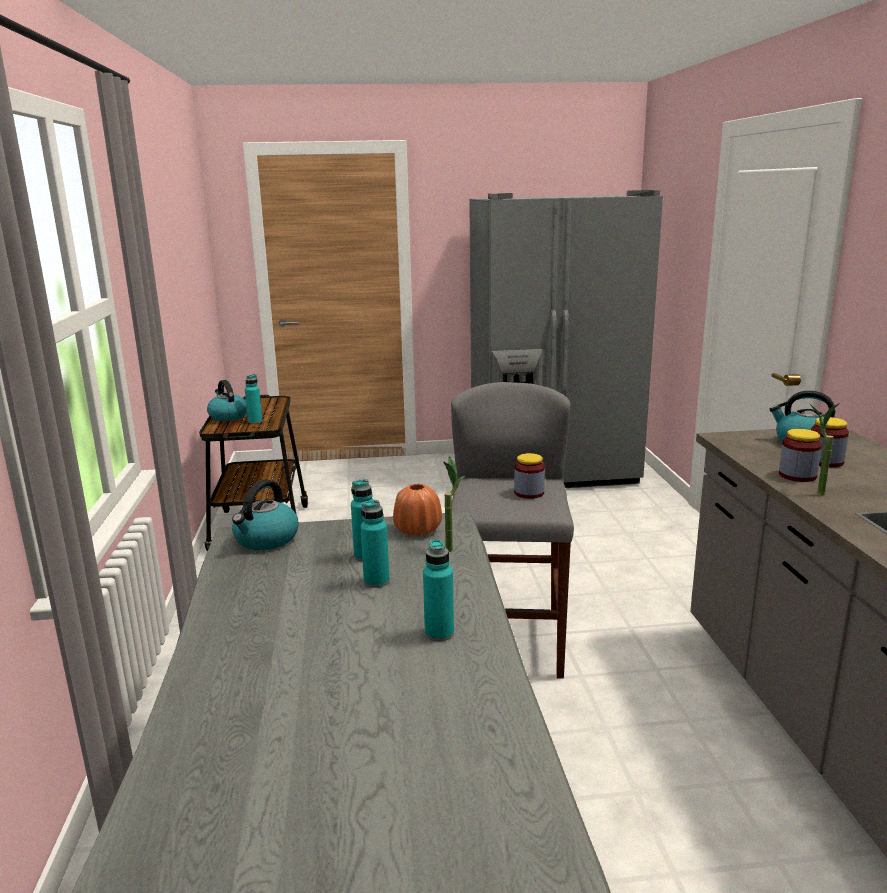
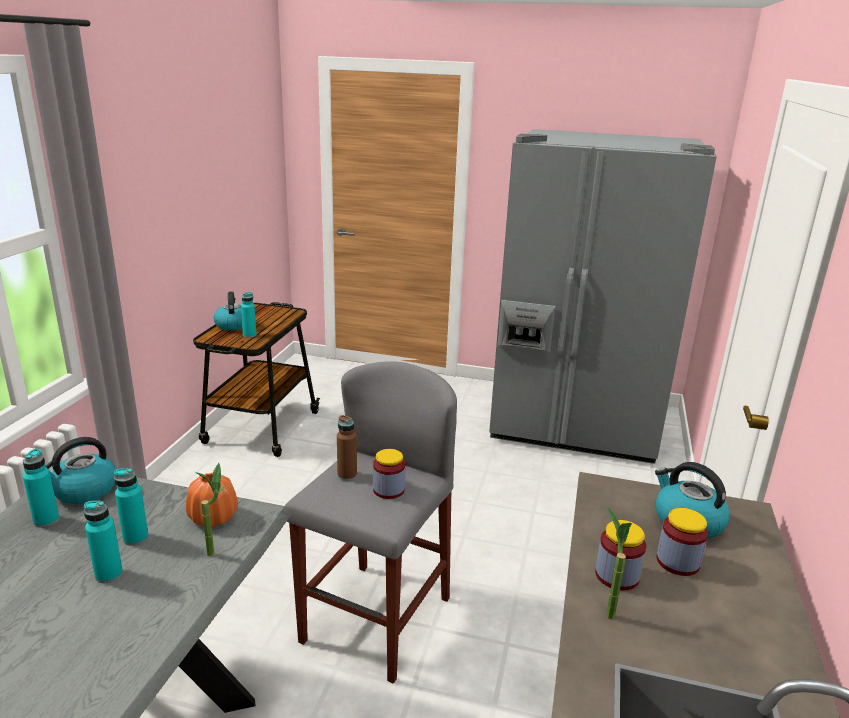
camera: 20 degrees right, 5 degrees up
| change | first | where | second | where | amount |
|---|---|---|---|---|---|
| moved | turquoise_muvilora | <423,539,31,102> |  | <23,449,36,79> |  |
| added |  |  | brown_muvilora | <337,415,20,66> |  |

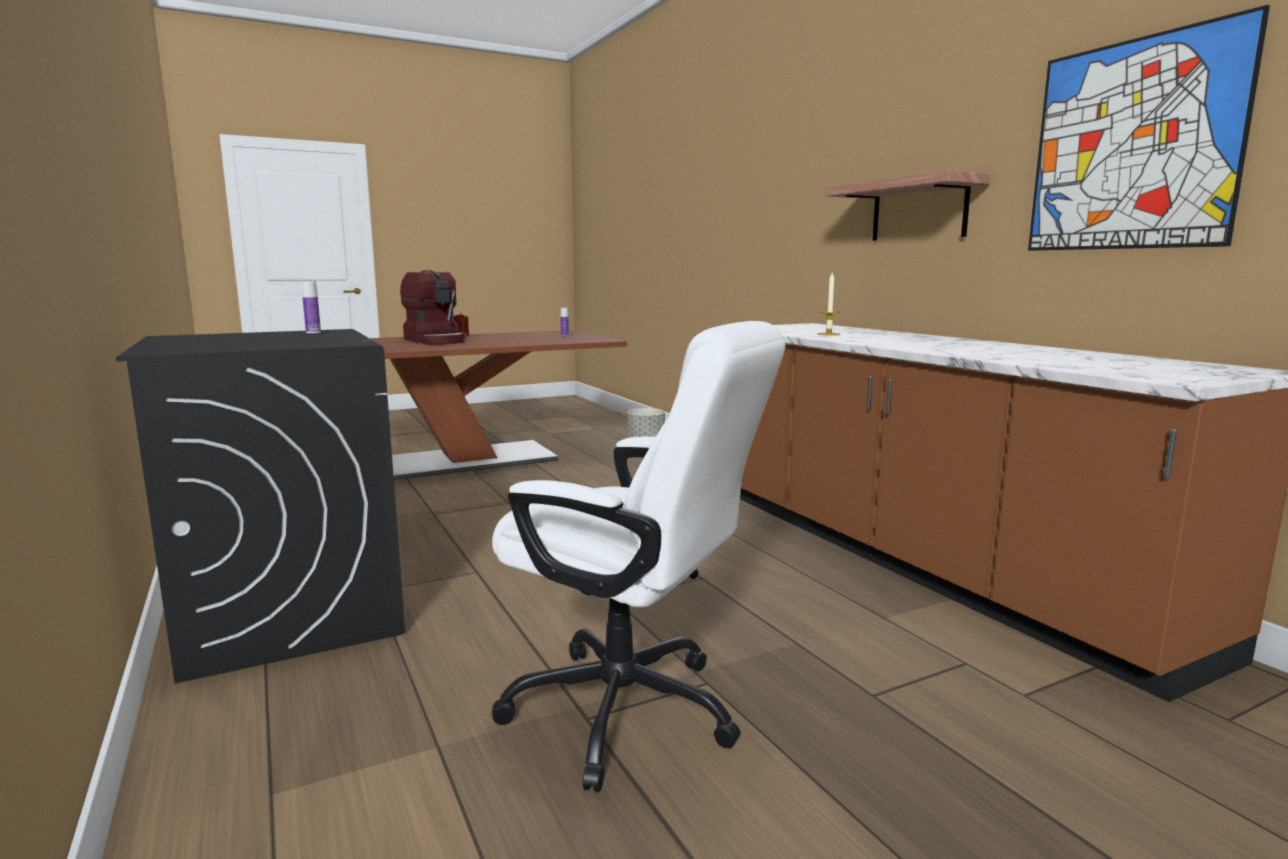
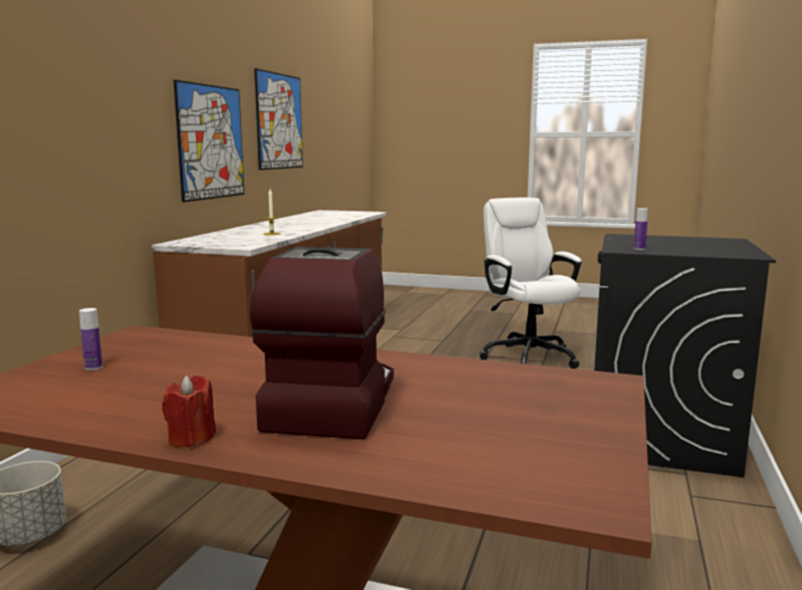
camera: 135 degrees left, 0 degrees up
| change | first | where | second | where | amount |
|---|---|---|---|---|---|
| replaced | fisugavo | <825,170,166,71> | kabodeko | <173,80,71,122> |  |

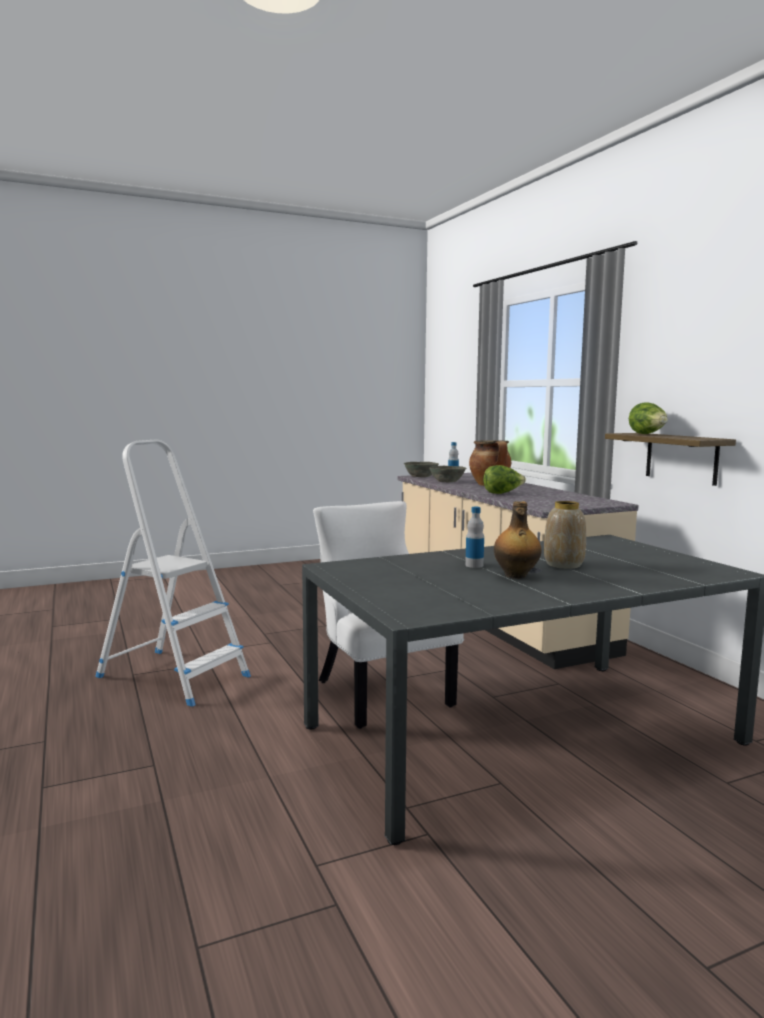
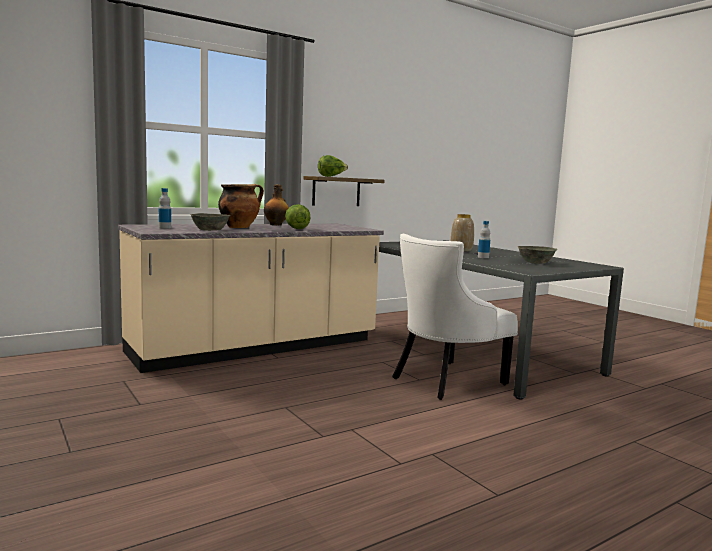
camera: 100 degrees left, 0 degrees up
| change | first | where | second | where | amount |
|---|---|---|---|---|---|
| moved | muvilora | <494,501,48,78> |  | <264,184,25,41> |  |
| moved | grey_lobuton | <404,462,35,15> |  | <518,246,39,18> |  |
| removed | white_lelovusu | <95,440,156,267> |  |  |  |

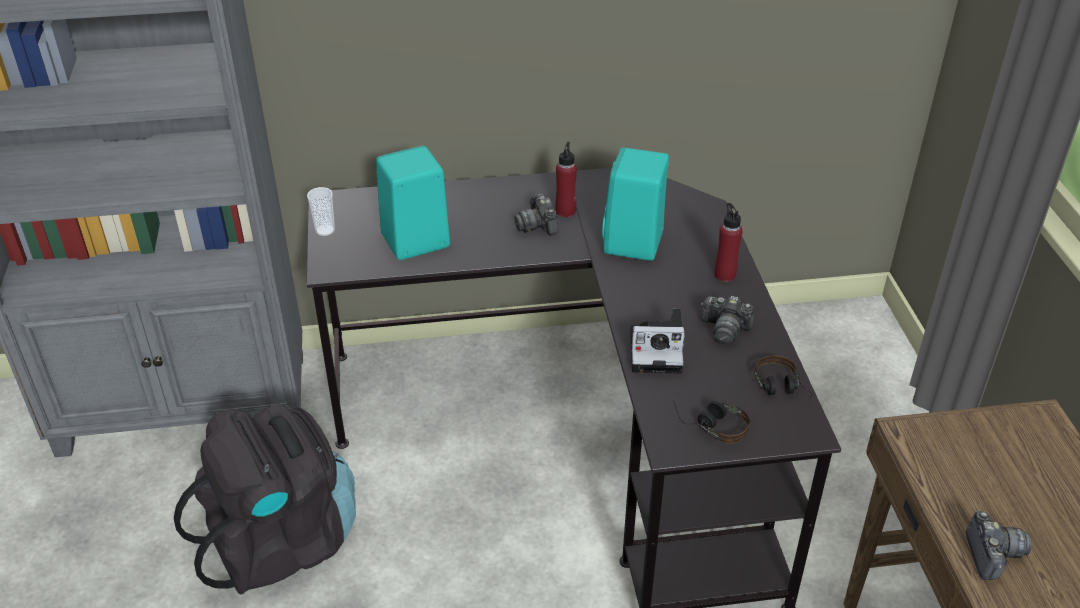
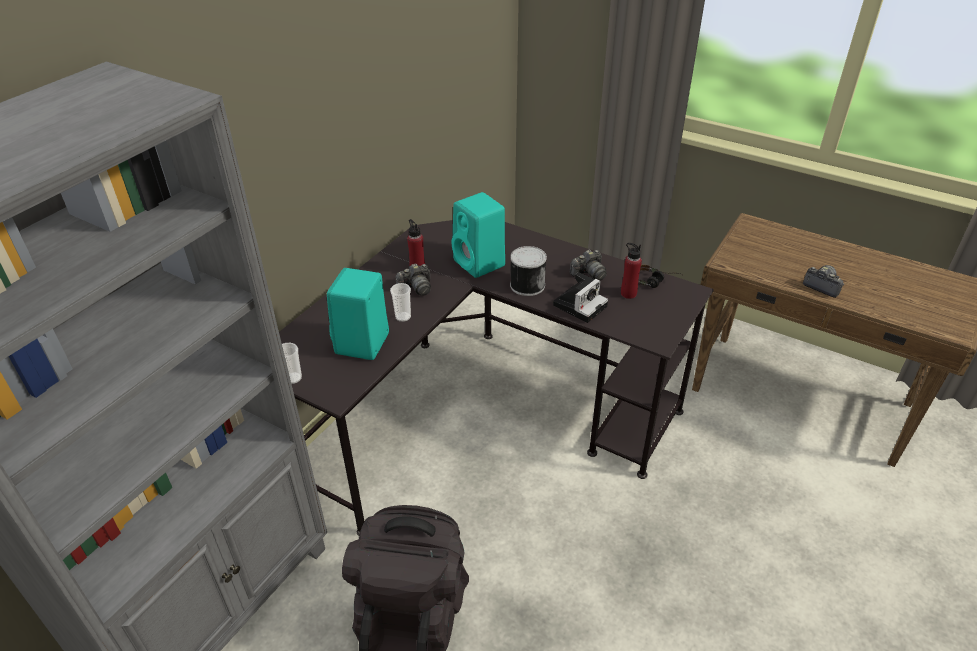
camera: 50 degrees left, 0 degrees up
| change | first | where | second | where | amount |
|---|---|---|---|---|---|
| added |  |  | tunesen | <390,283,21,39> |  |
| turned | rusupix | <514,193,44,42> |  | <395,263,36,33> | 45 degrees counterclockwise |
| added |  |  | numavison | <510,246,37,50> |  |
| moved | red_muvilora | <714,203,29,79> |  | <621,243,21,56> |  |
| removed | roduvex | <673,400,77,44> |  |  |  |

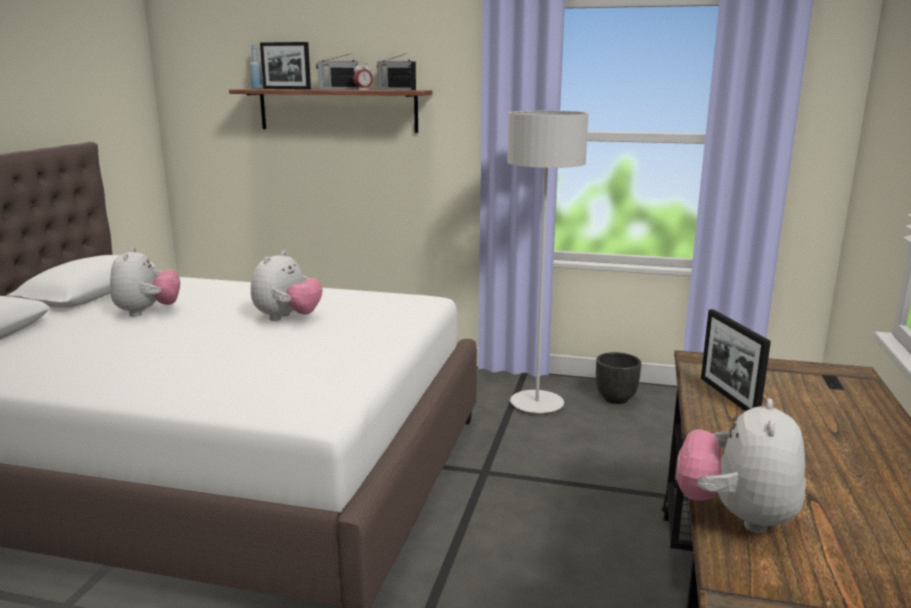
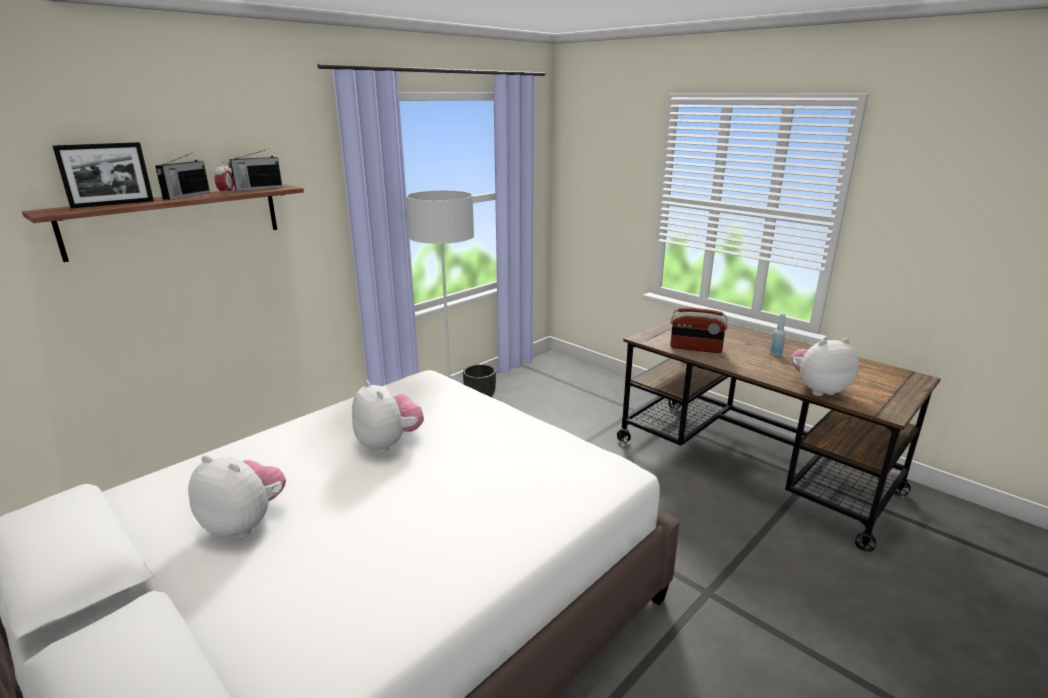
camera: 60 degrees left, 5 degrees up
| change | first | where | second | where | amount |
|---|---|---|---|---|---|
| replaced | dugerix | <701,309,70,102> | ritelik | <670,308,58,45> |  |
| moved | blue_muvilora | <250,45,13,44> |  | <770,313,16,43> |  |
| turned | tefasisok | <677,398,128,135> |  | <791,338,68,58> | 120 degrees clockwise |

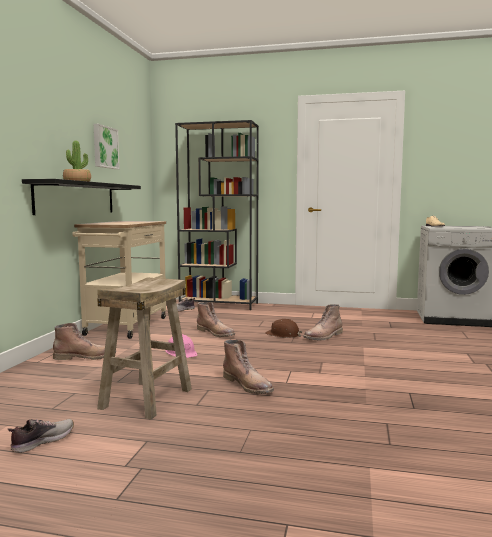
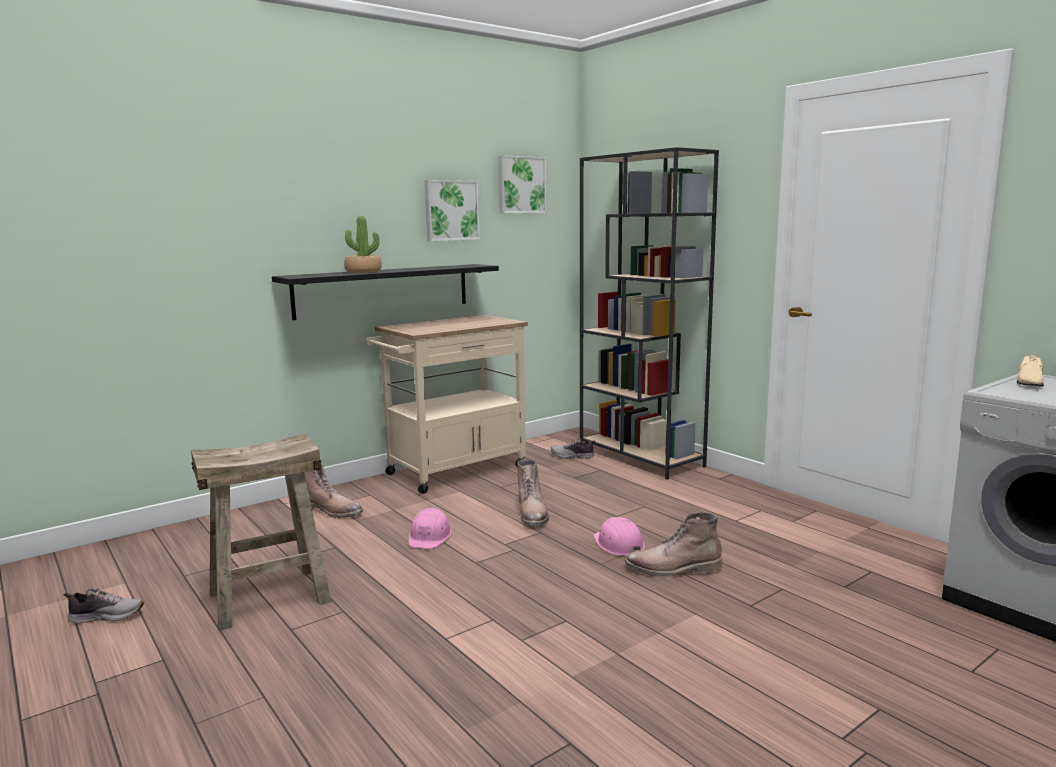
camera: 40 degrees right, 5 degrees up
| change | first | where | second | where | amount |
|---|---|---|---|---|---|
| added |  |  | kabodeko | <498,155,49,59> |  |
| recoloured | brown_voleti | <265,319,37,19> | pink_voleti | <594,517,51,39> |  |
| removed | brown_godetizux | <223,340,51,54> |  |  |  |

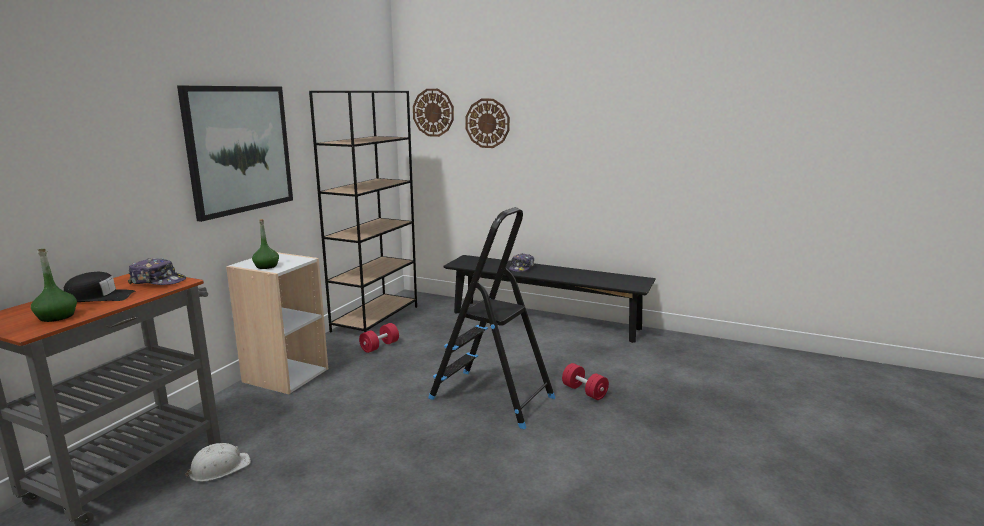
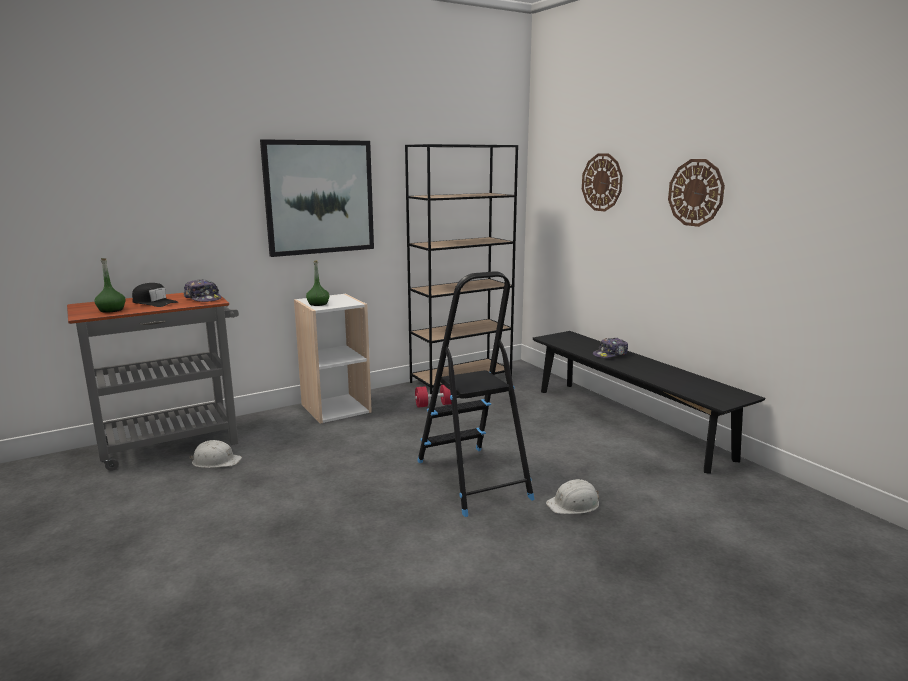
camera: 35 degrees right, 0 degrees up
| change | first | where | second | where | amount |
|---|---|---|---|---|---|
| replaced | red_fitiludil | <562,363,47,37> | white_voleti | <546,479,53,35> |  |
| moved | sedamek | <413,89,41,48> |  | <668,159,57,68> |  |

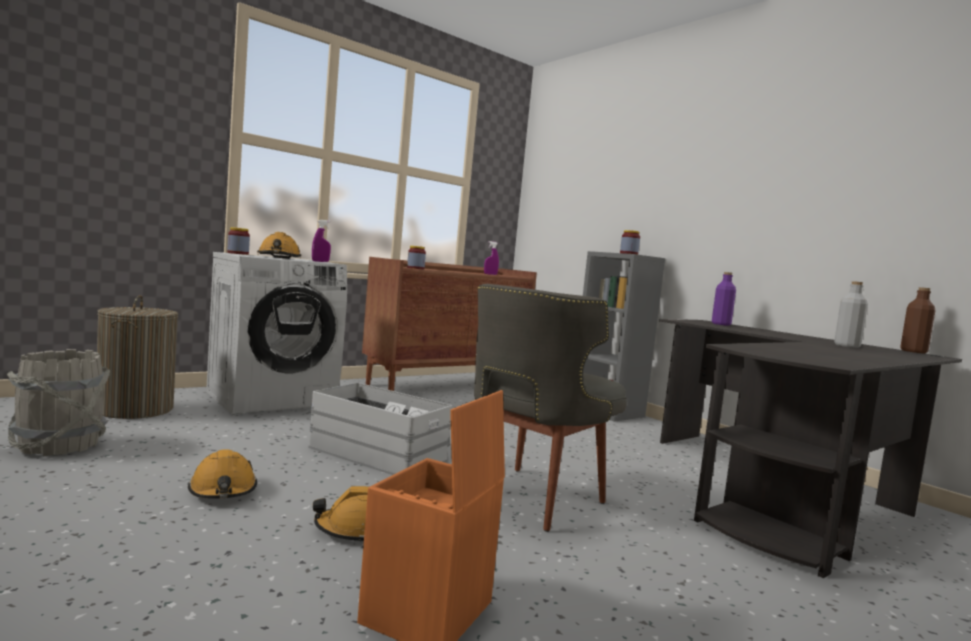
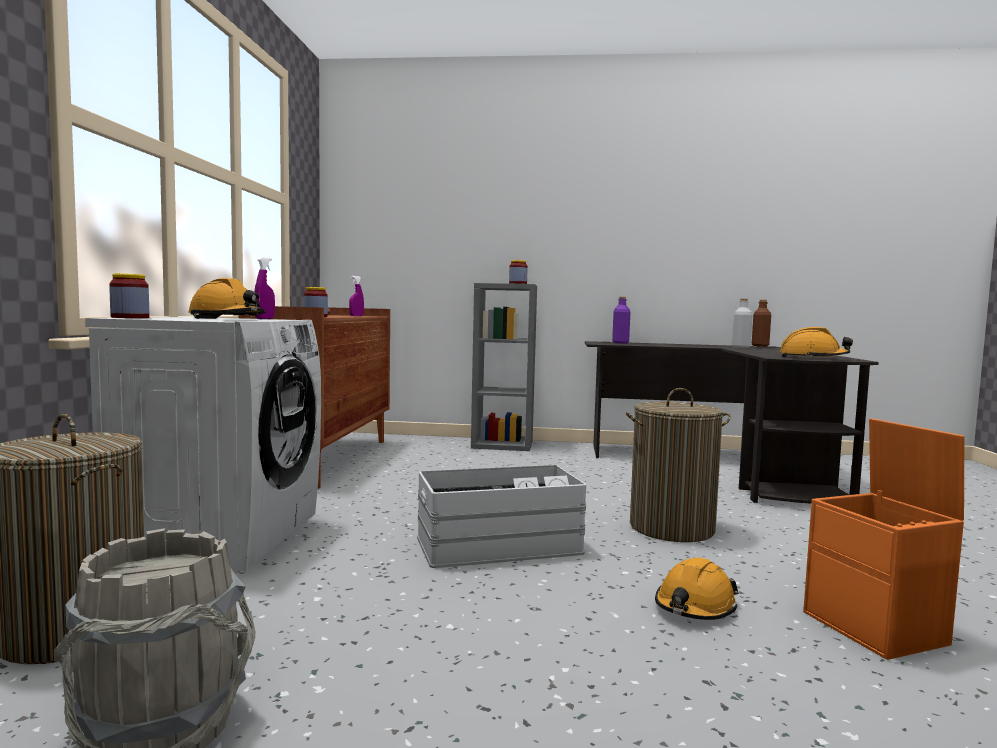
camera: 45 degrees left, 0 degrees up
| change | first | where | second | where | amount |
|---|---|---|---|---|---|
| replaced | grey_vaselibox | <474,284,153,248> | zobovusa | <626,388,105,154> |  |
| moved | orange_voleti | <188,449,69,50> |  | <780,327,73,31> |  |

